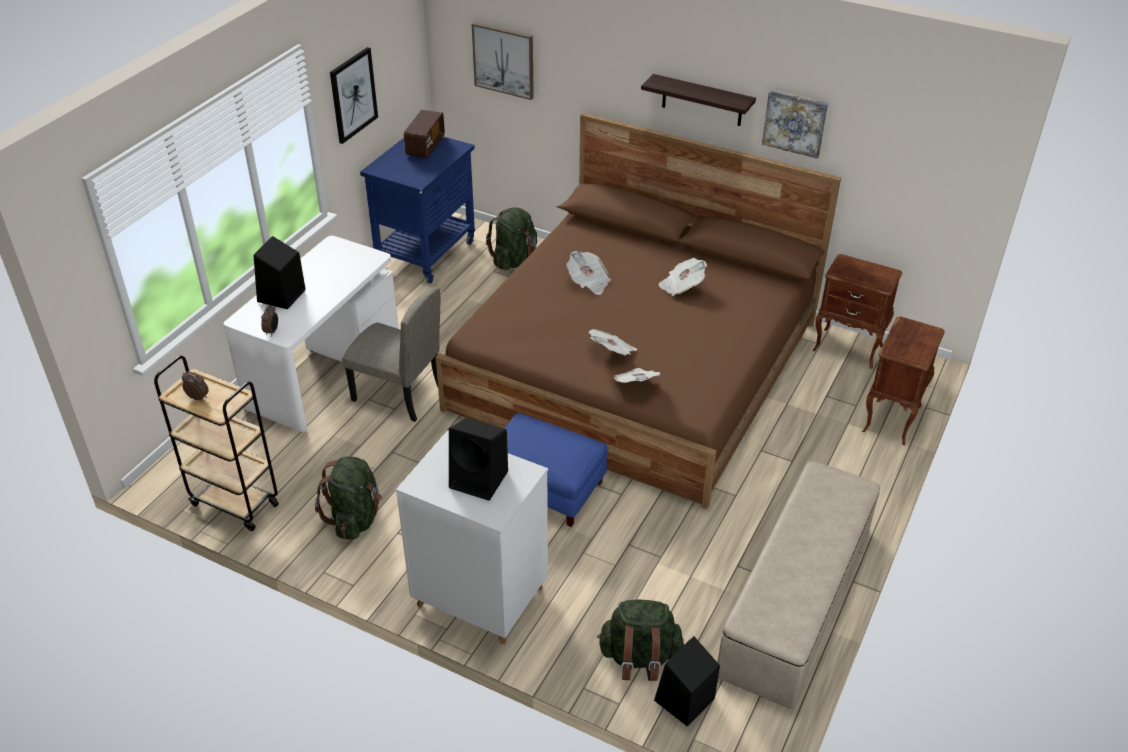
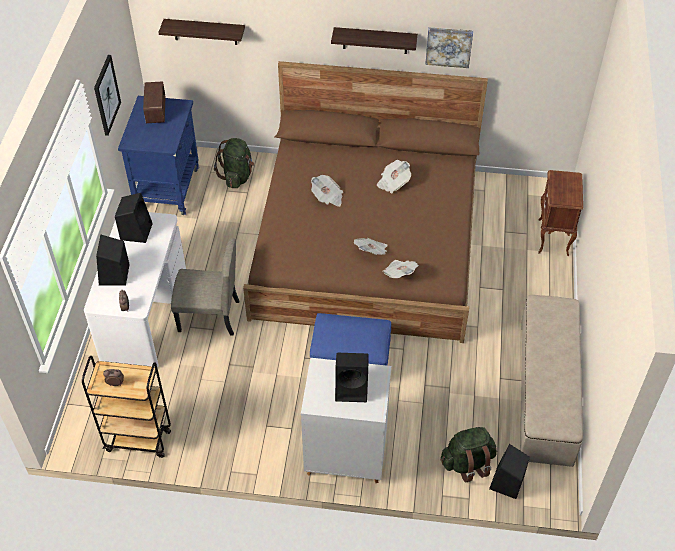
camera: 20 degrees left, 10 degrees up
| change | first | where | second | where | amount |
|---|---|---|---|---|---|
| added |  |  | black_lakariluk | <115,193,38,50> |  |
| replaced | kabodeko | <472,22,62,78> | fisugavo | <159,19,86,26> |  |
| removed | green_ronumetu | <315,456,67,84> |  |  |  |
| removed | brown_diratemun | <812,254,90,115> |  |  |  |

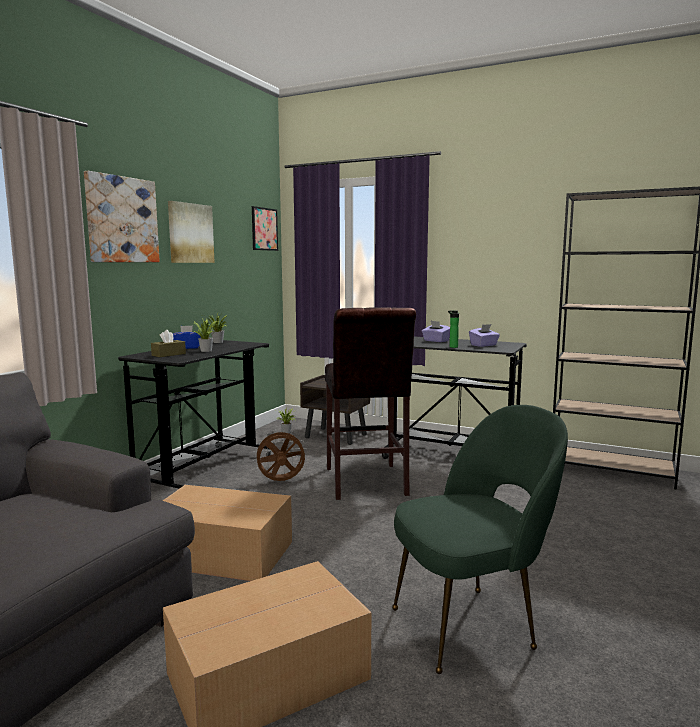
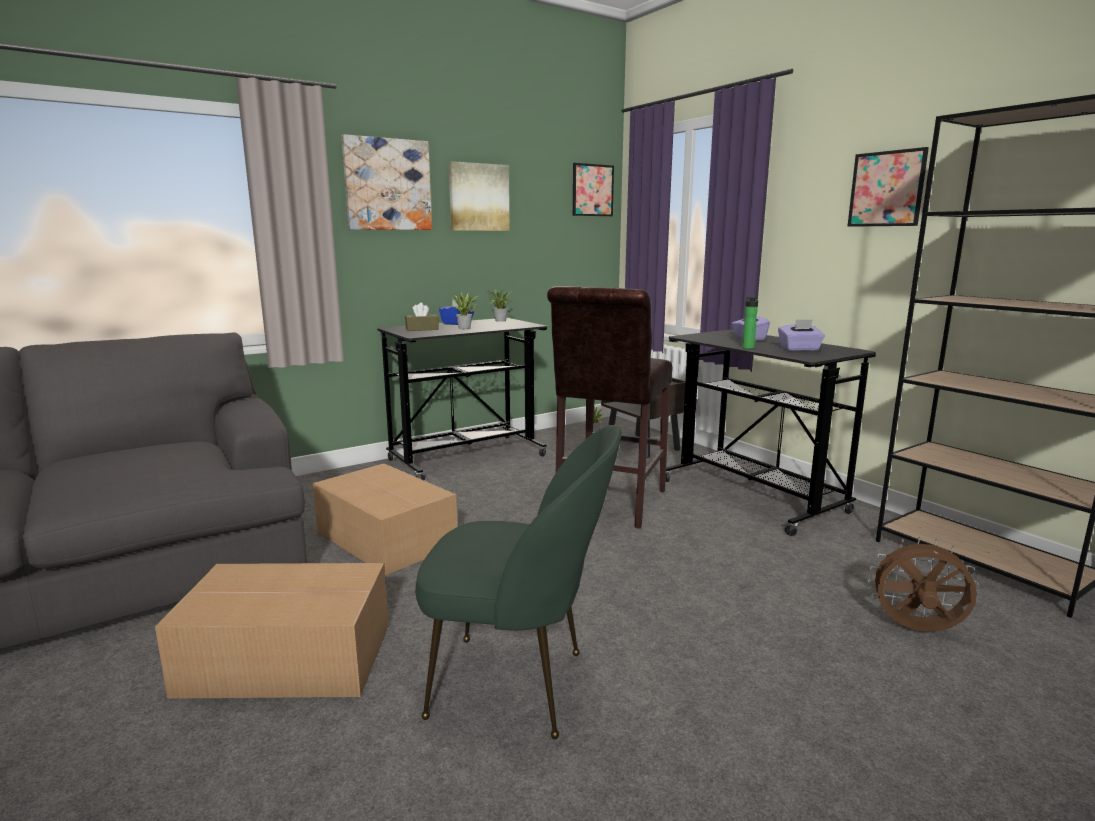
camera: 30 degrees right, 5 degrees up
| change | first | where | second | where | amount |
|---|---|---|---|---|---|
| added |  |  | kabodeko | <847,147,82,80> |  |
| moved | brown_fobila | <253,429,54,52> |  | <868,537,111,95> |  |

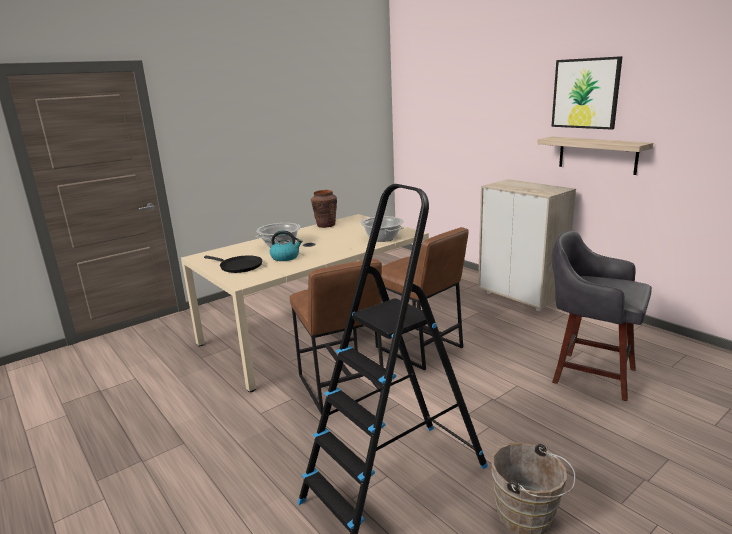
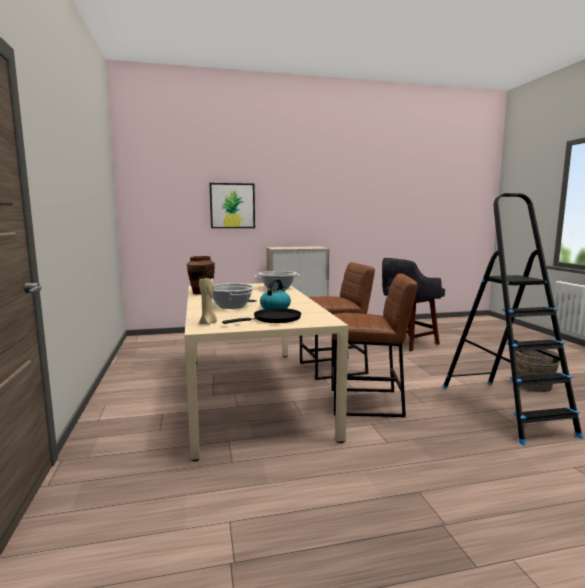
camera: 65 degrees left, 10 degrees down
| change | first | where | second | where | amount |
|---|---|---|---|---|---|
| added |  |  | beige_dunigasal | <199,278,18,47> |  |
| moved | kabodeko | <551,56,72,74> |  | <209,183,46,45> |  |
| removed | fisugavo | <537,136,116,39> |  |  |  |

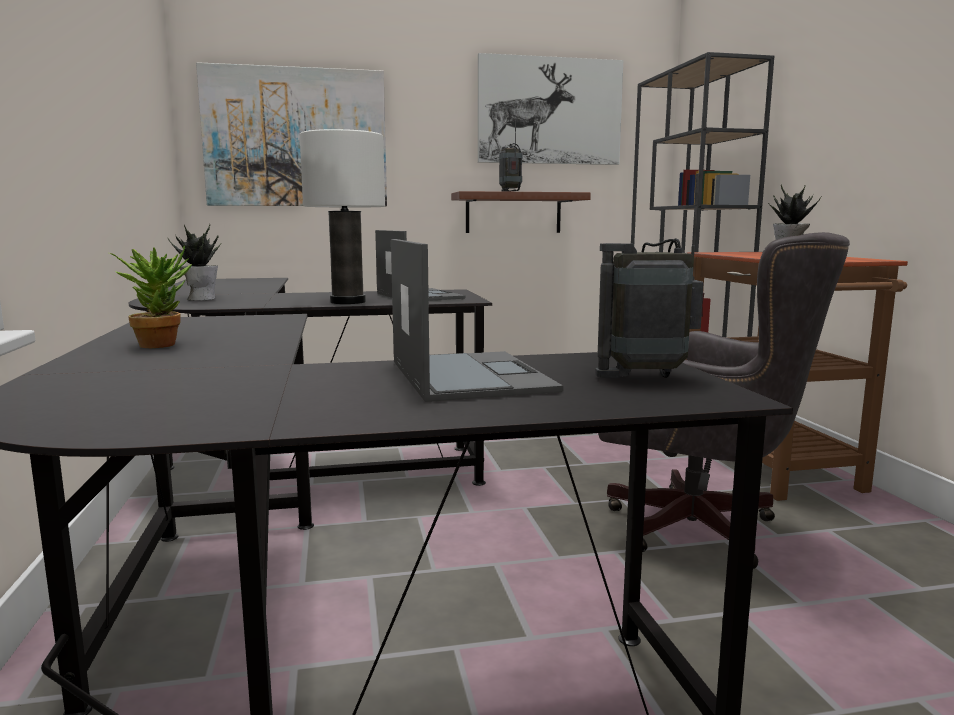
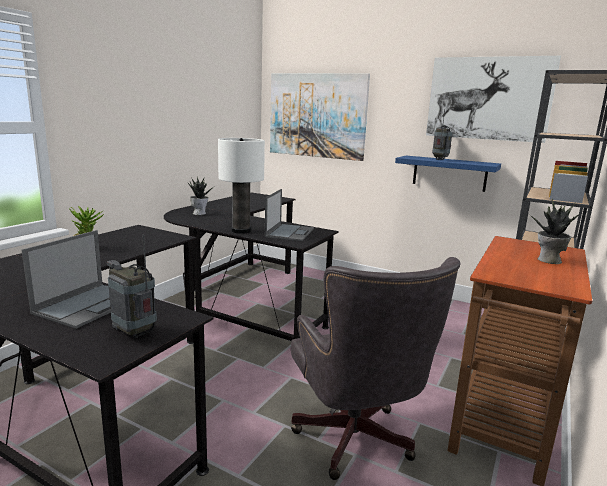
camera: 40 degrees right, 5 degrees up
| change | first | where | second | where | amount |
|---|---|---|---|---|---|
| recoloured | brown_fisugavo | <451,191,140,42> | blue_fisugavo | <395,156,106,36> |  |

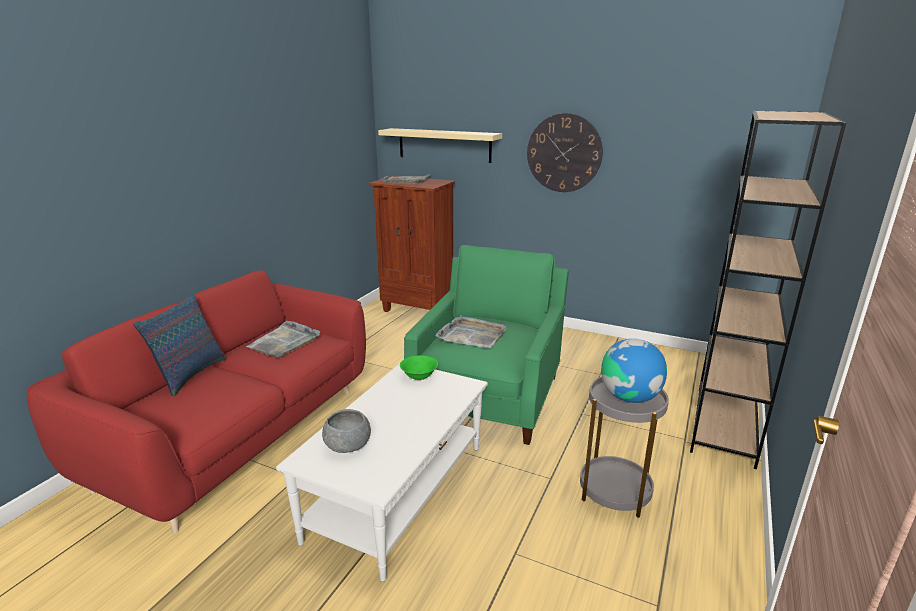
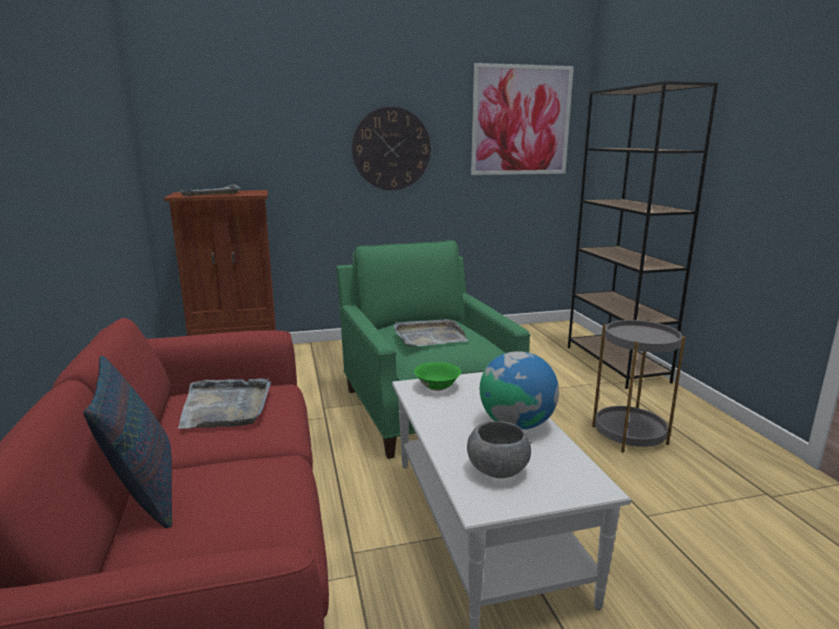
camera: 40 degrees left, 5 degrees down
| change | first | where | second | where | amount |
|---|---|---|---|---|---|
| added |  |  | kabodeko | <471,63,103,112> |  |
| moved | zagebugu | <601,339,66,64> |  | <480,351,79,79> |  |
| removed | beige_fisugavo | <378,128,124,35> |  |  |  |

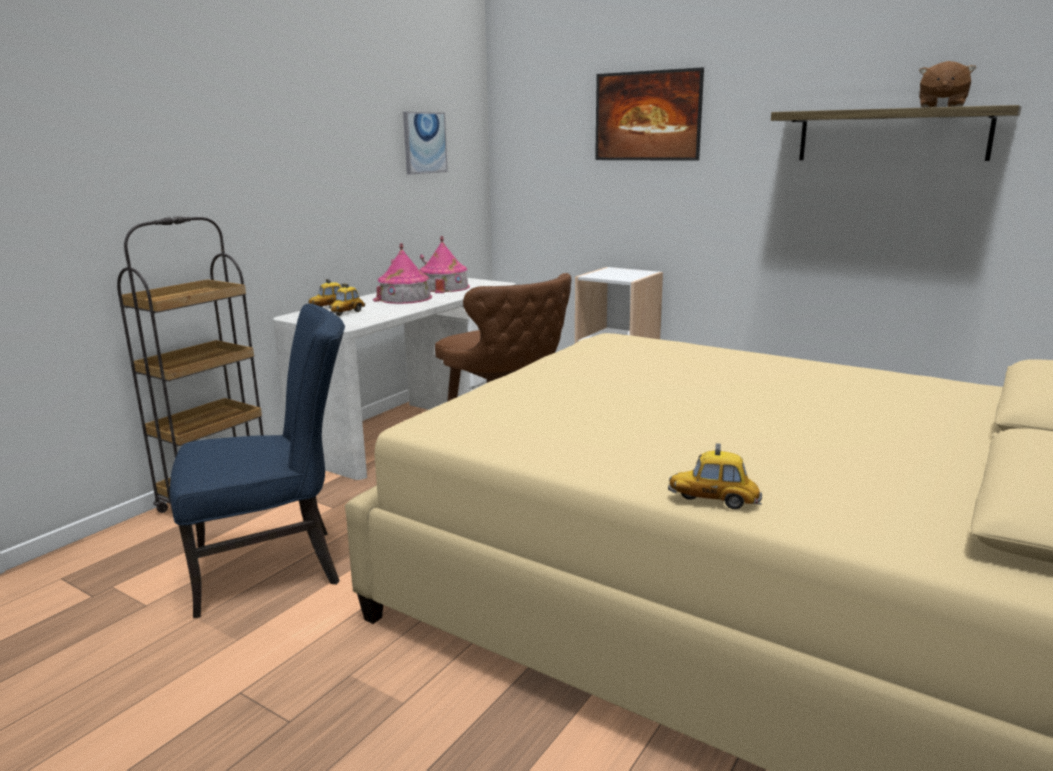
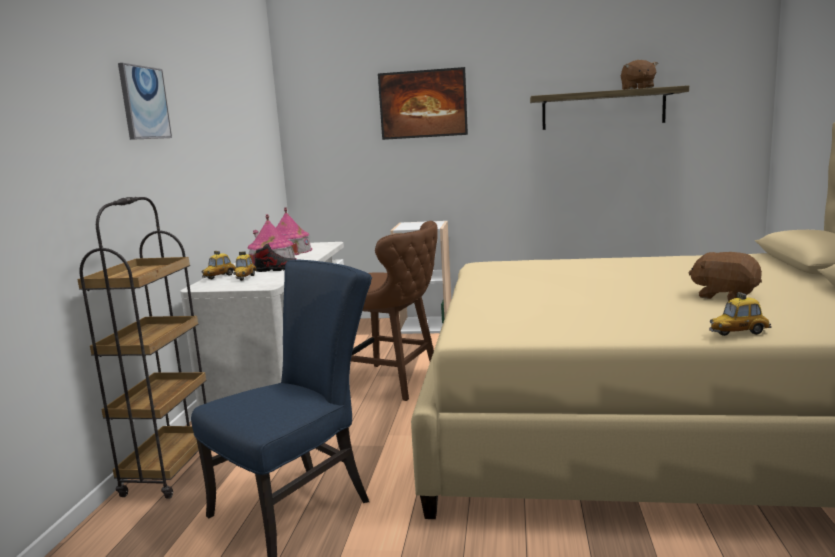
camera: 25 degrees left, 5 degrees down
| change | first | where | second | where | amount |
|---|---|---|---|---|---|
| moved | kabodeko | <403,112,45,63> |  | <118,63,54,77> |  |
| added |  |  | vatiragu | <254,244,41,28> |  |
| added |  |  | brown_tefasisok | <689,252,73,49> |  |

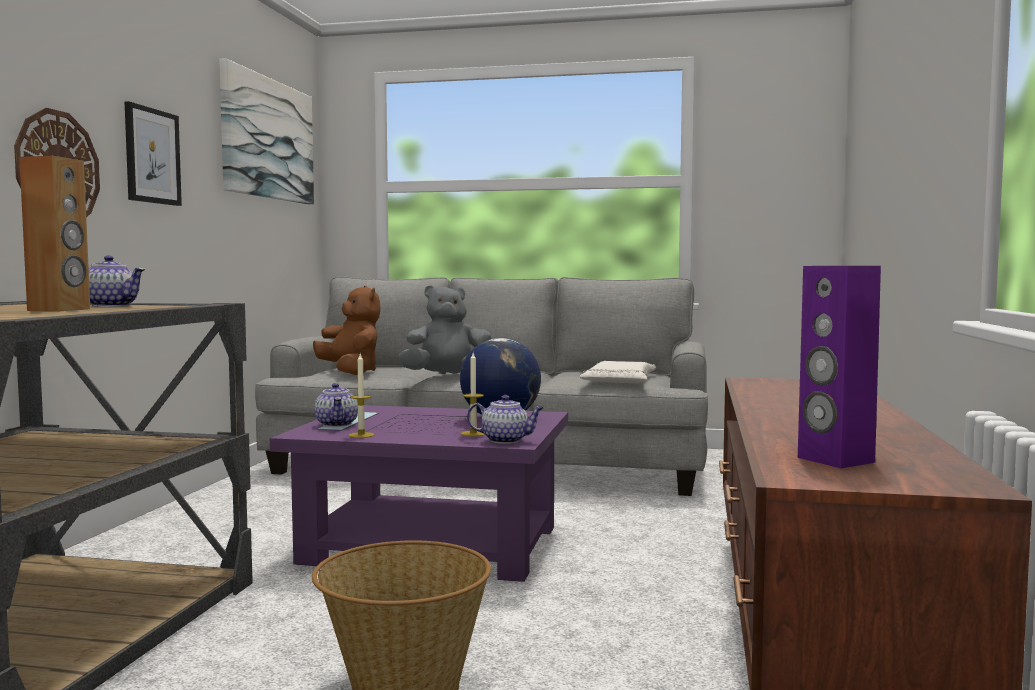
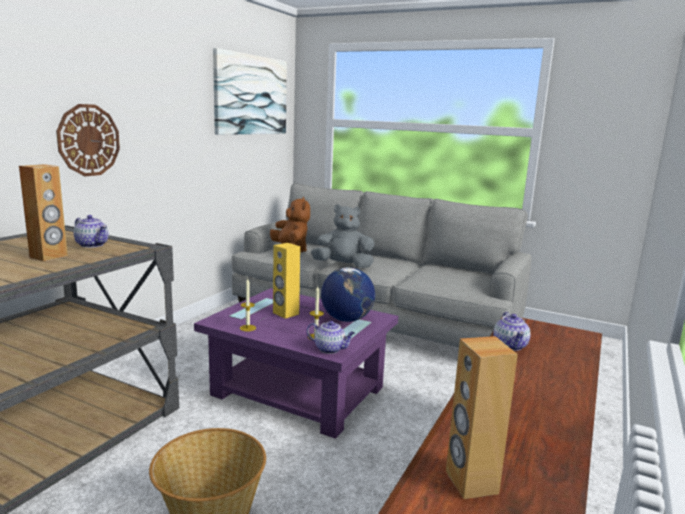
camera: 15 degrees right, 10 degrees up
| change | first | where | second | where | amount |
|---|---|---|---|---|---|
| added |  |  | yellow_lakariluk | <273,243,27,76> |  |
| recoloured | purple_lakariluk | <798,266,83,202> | brown_lakariluk | <446,336,72,163> |  |
| moved | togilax | <314,383,44,44> |  | <494,312,37,39> |  |
| removed | kabodeko | <125,101,57,105> |  |  |  |
| removed | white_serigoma | <580,361,77,22> |  |  |  |

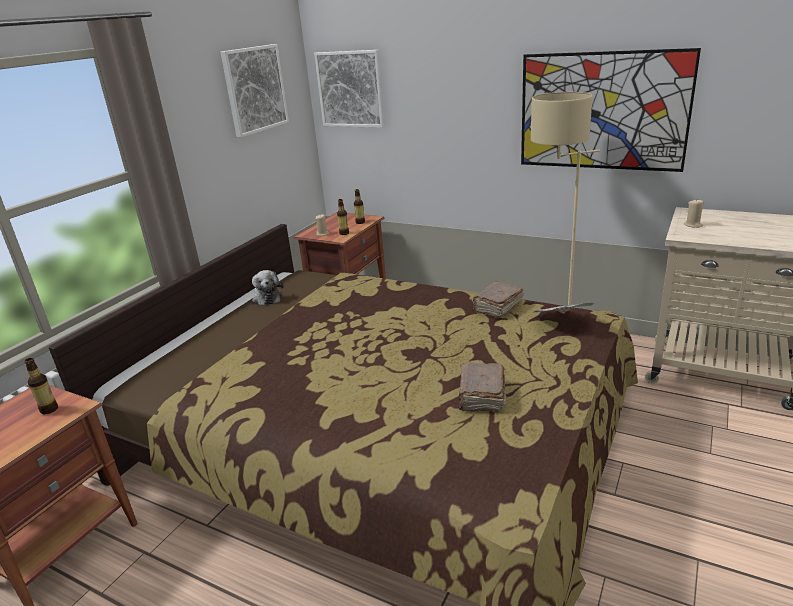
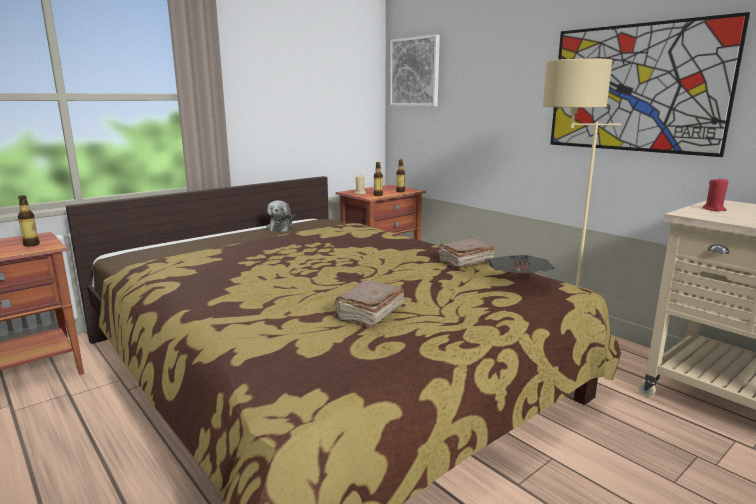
camera: 20 degrees right, 10 degrees down
| change | first | where | second | where | amount |
|---|---|---|---|---|---|
| recoloured | beige_dunigasal | <684,200,20,28> | red_dunigasal | <703,178,25,33> |  |
| removed | kabodeko | <220,44,69,94> |  |  |  |

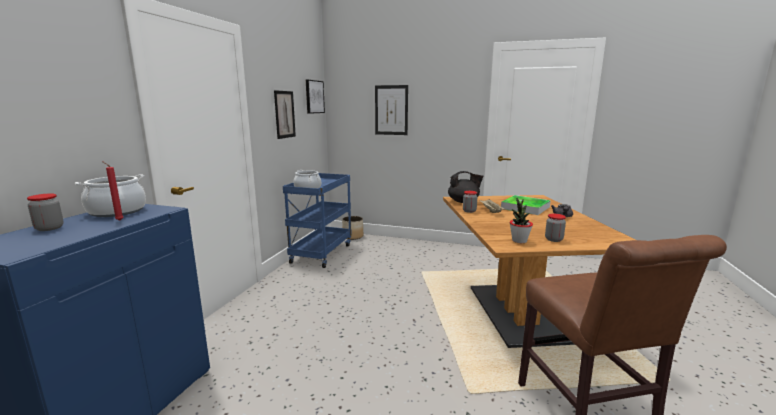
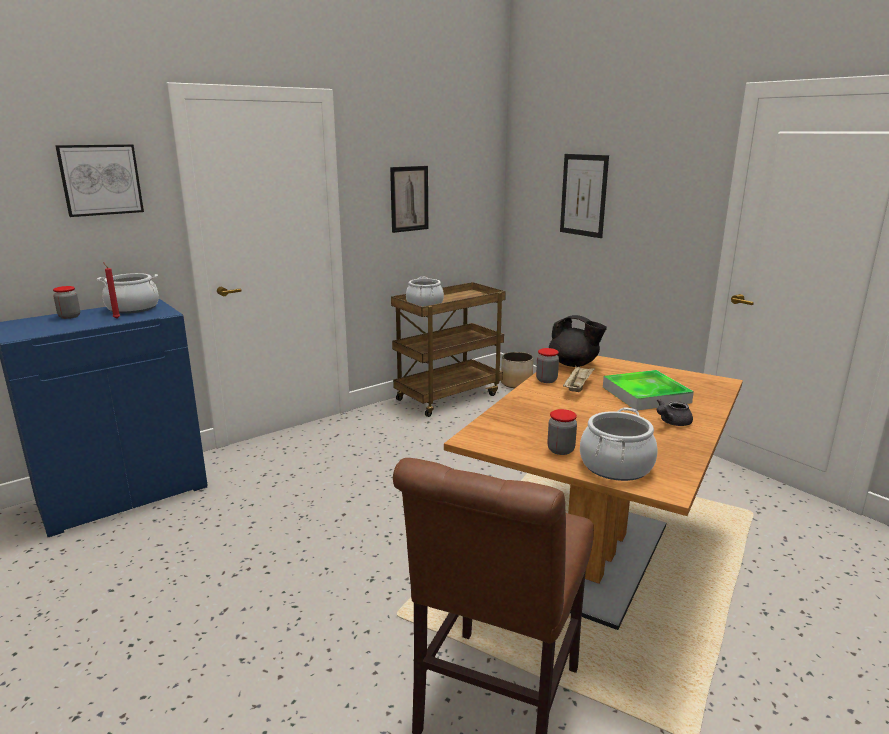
camera: 35 degrees right, 5 degrees up
| change | first | where | second | where | amount |
|---|---|---|---|---|---|
| moved | kabodeko | <306,80,19,34> |  | <55,144,89,73> |  |
| recoloured | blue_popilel | <283,173,69,95> | brown_popilel | <391,282,115,135> |  |
| added |  |  | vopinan | <580,407,78,74> |  |
| removed | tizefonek | <510,198,23,45> |  |  |  |

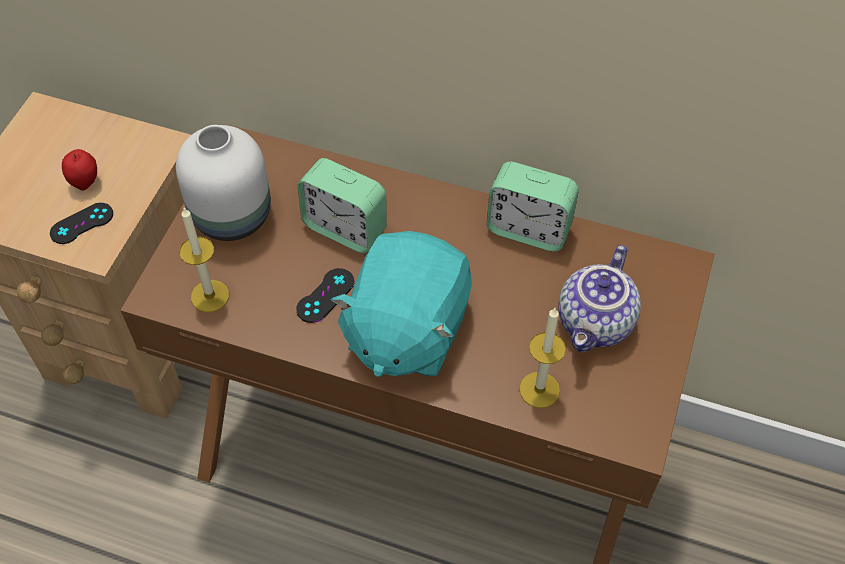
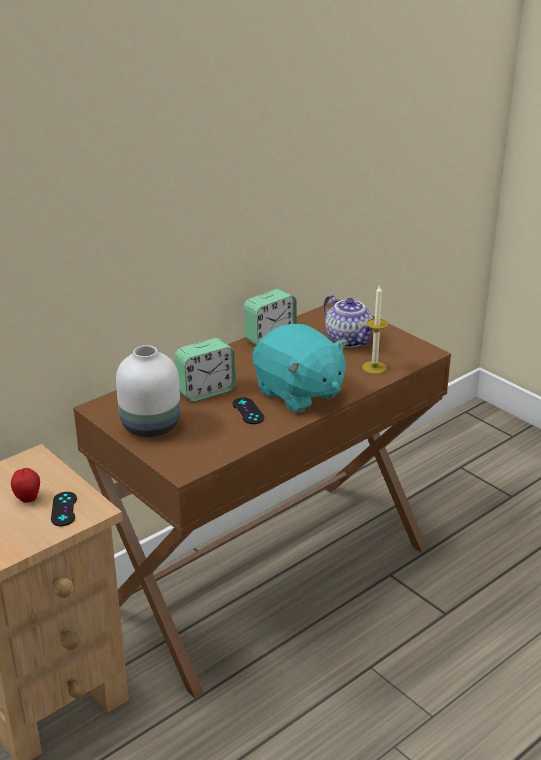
camera: 60 degrees left, 25 degrees down
| change | first | where | second | where | amount |
|---|---|---|---|---|---|
| removed | dunigasal | <179,208,50,104> |  |  |  |

